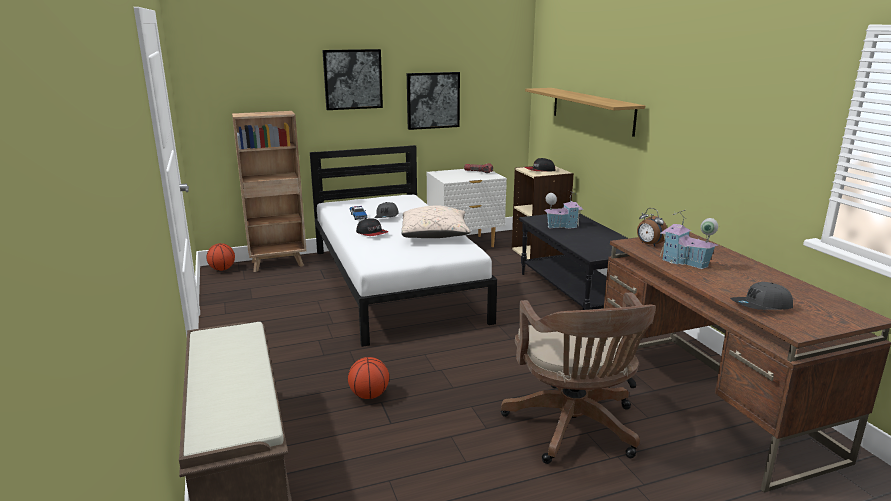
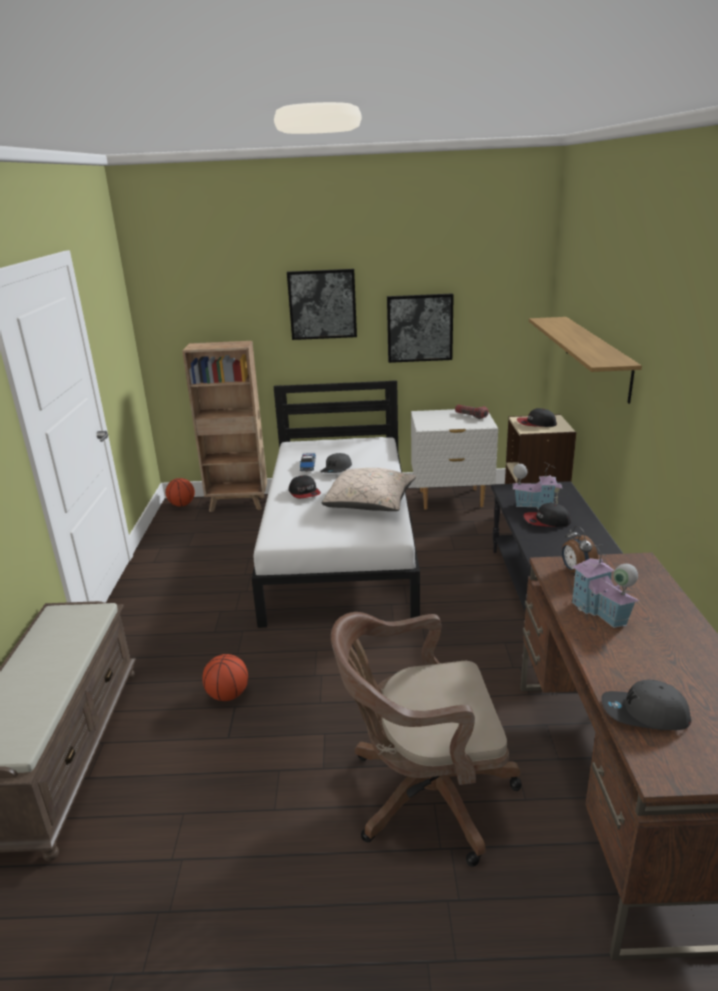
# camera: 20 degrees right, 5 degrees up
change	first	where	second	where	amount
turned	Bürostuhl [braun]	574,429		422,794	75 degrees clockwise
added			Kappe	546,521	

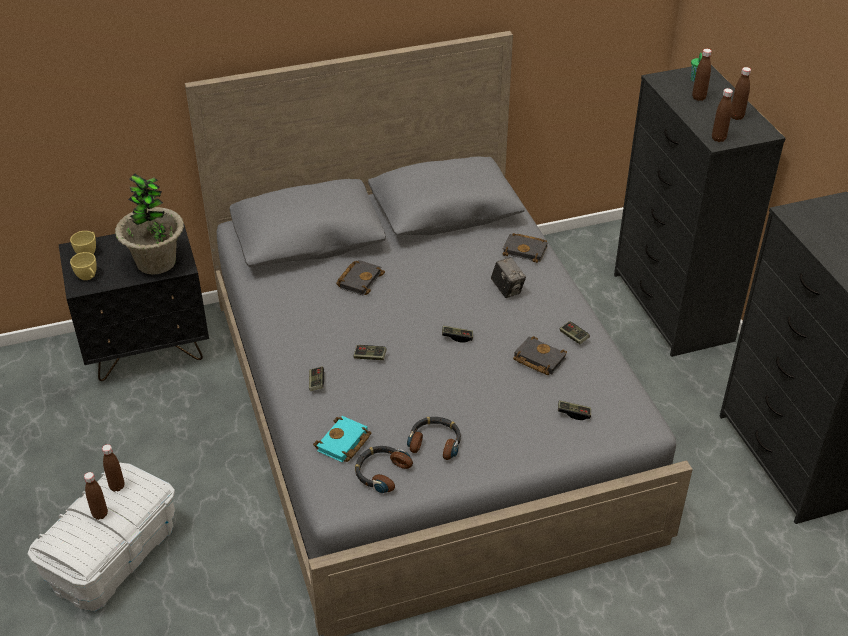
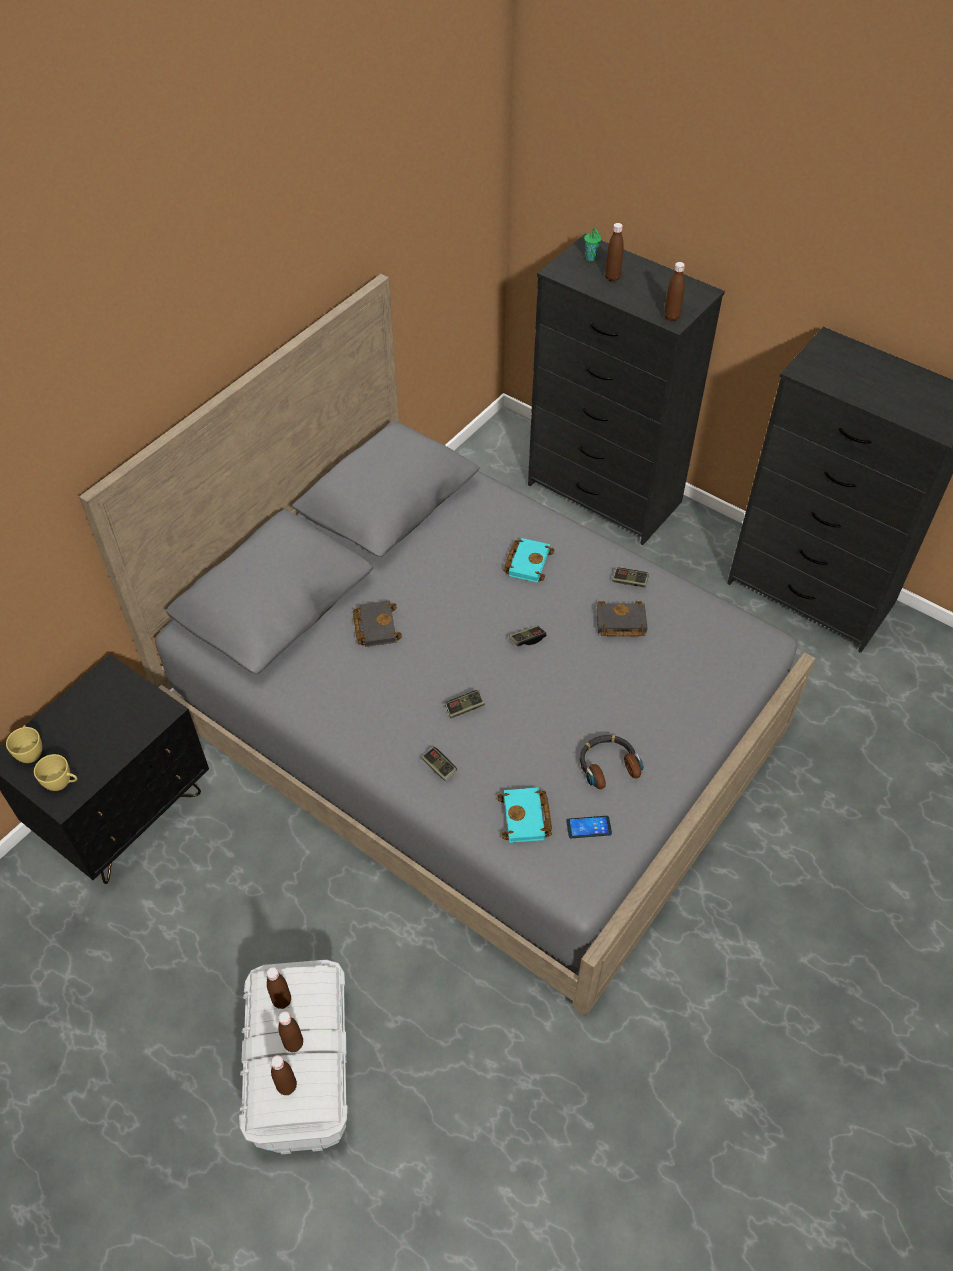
# camera: 35 degrees left, 10 degrees up
change	first	where	second	where	amount
removed	Topfpflanze	156,262			
replaced	Kopfhörer	381,472	Handy	588,827	
replaced	Kamera	507,289	Buch [türkis]	527,562	
removed	Buch [schwarz]	526,250			
removed	Gamepad	573,413			
moved	Flasche [braun]	736,117		287,1086	

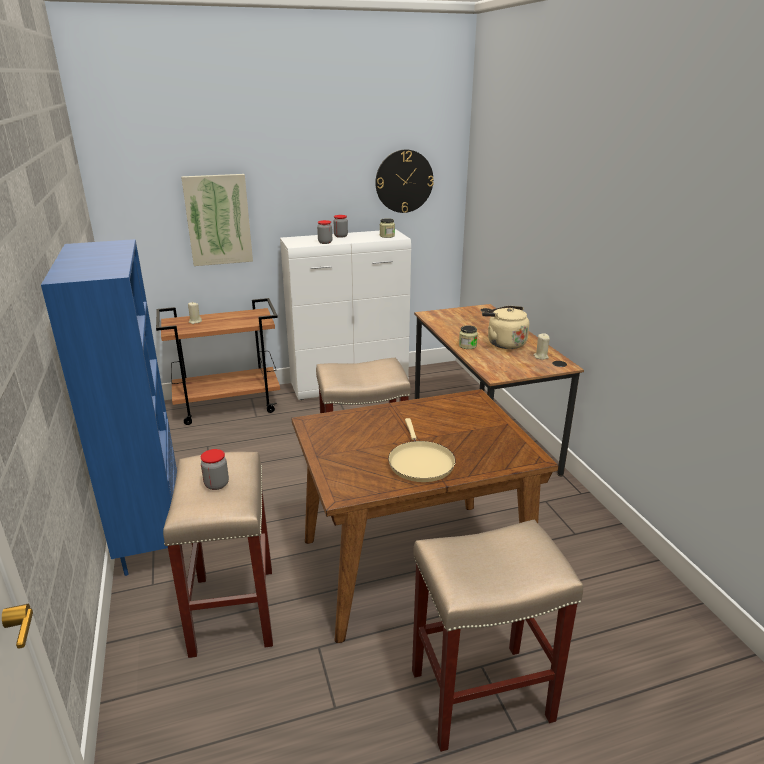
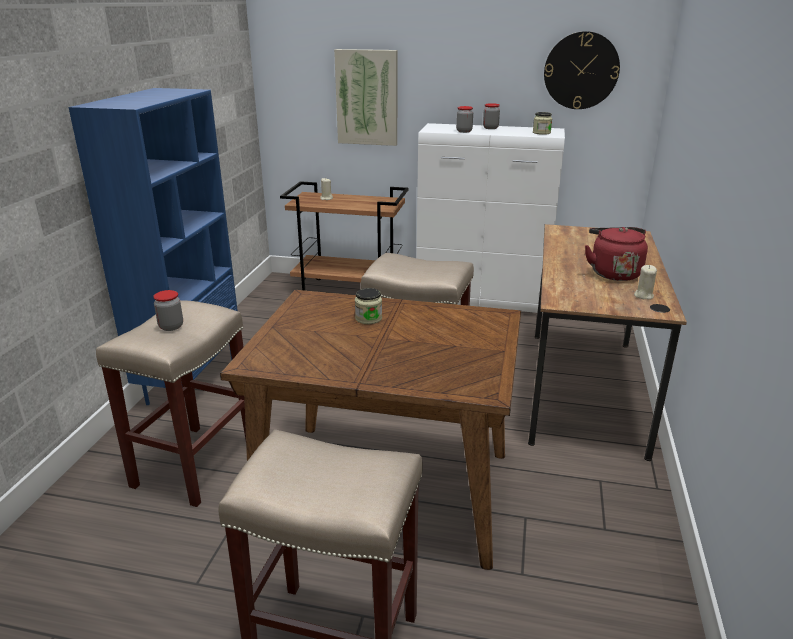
# camera: 30 degrees right, 0 degrees up
change	first	where	second	where	amount
removed	Pfanne [beige]	420,462			
moved	Vorratsglas	467,346		368,318	
recoloured	Wasserkessel [beige]	504,343	Wasserkessel [rot]	613,273	

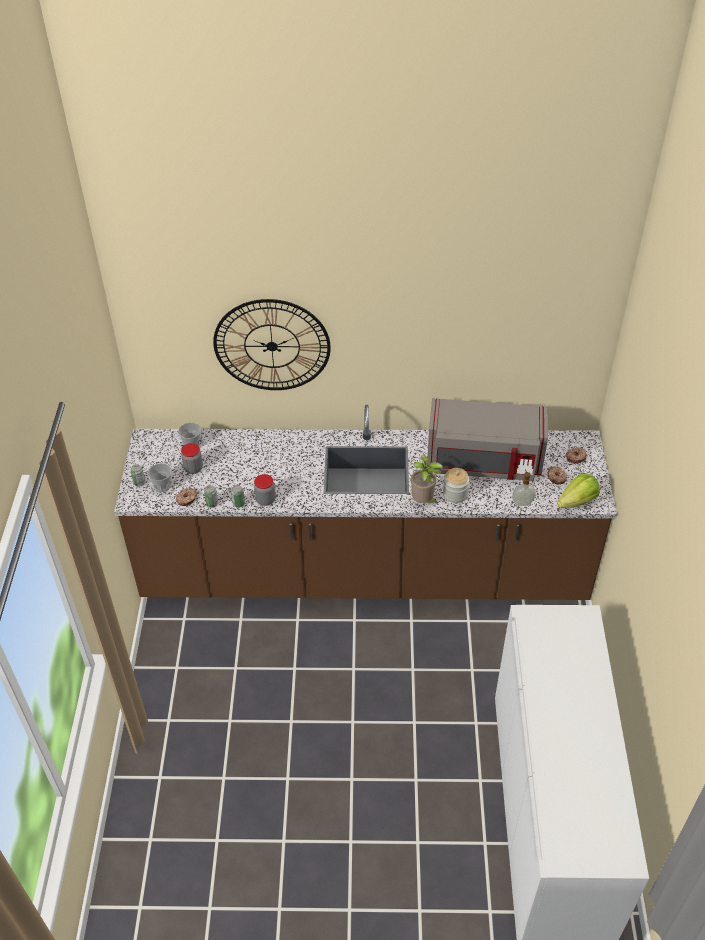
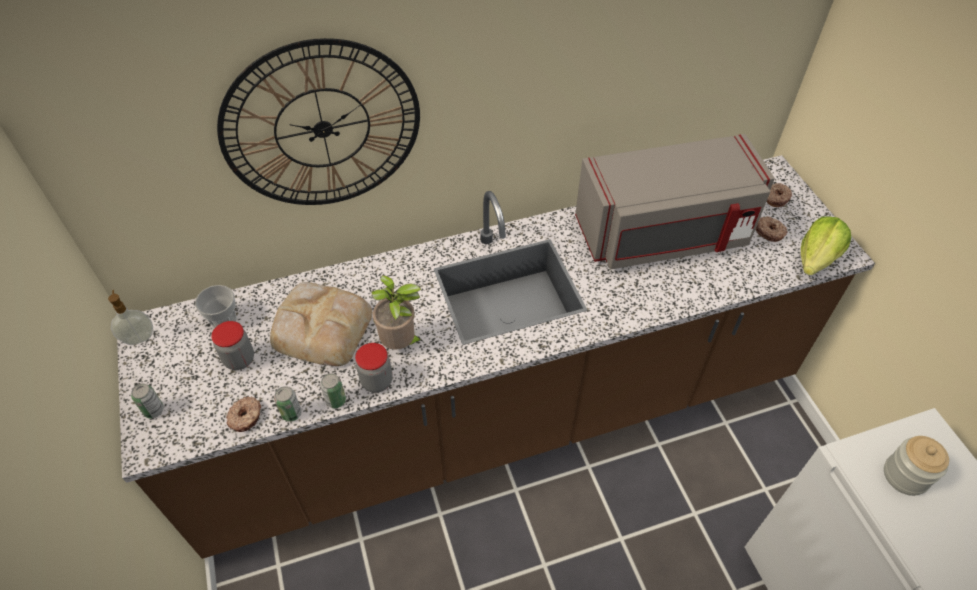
# camera: 20 degrees left, 5 degrees up
change	first	where	second	where	amount
removed	Tasse	162,486			
moved	Topfpflanze	423,501		401,344	
moved	Vorratsglas	455,494		905,475	
moved	Seifenspender	522,502		139,338	
added			Brot	321,327	

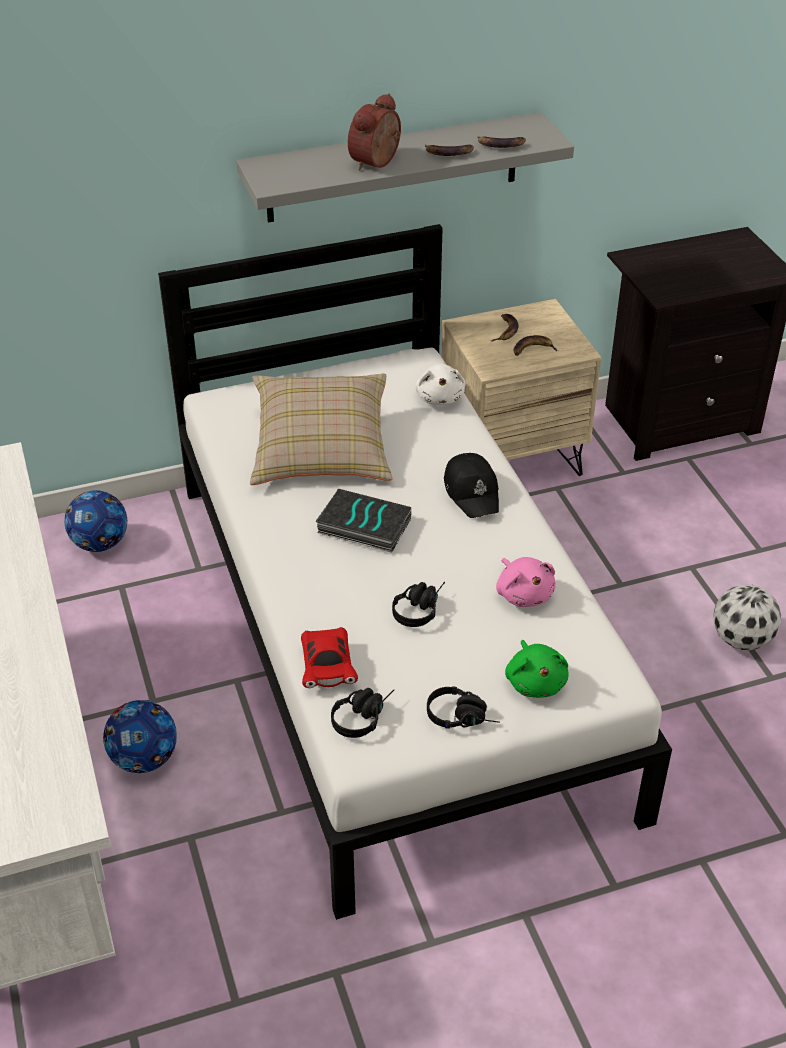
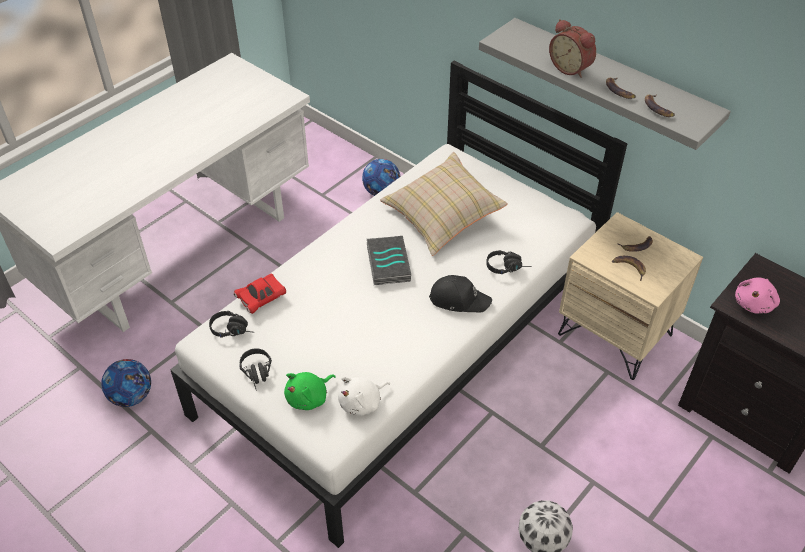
# camera: 60 degrees right, 5 degrees up
change	first	where	second	where	amount
moved	Fußball	144,759		131,396	
turned	Wecker	378,163		571,68	135 degrees counterclockwise
moved	Kopfhörer [schwarz]	419,608		508,267	
moved	Plüschtier [weiß]	440,397		362,403	
turned	Kappe [schwarz]	472,492		459,299	120 degrees counterclockwise
moved	Plüschtier [rosa]	523,593		754,303	

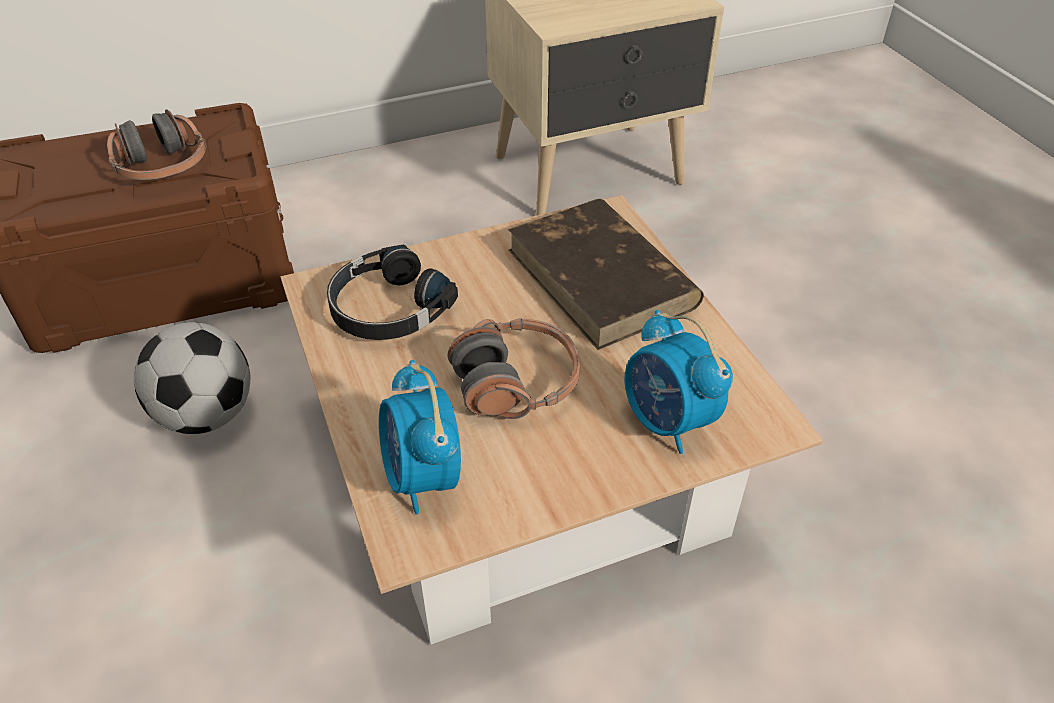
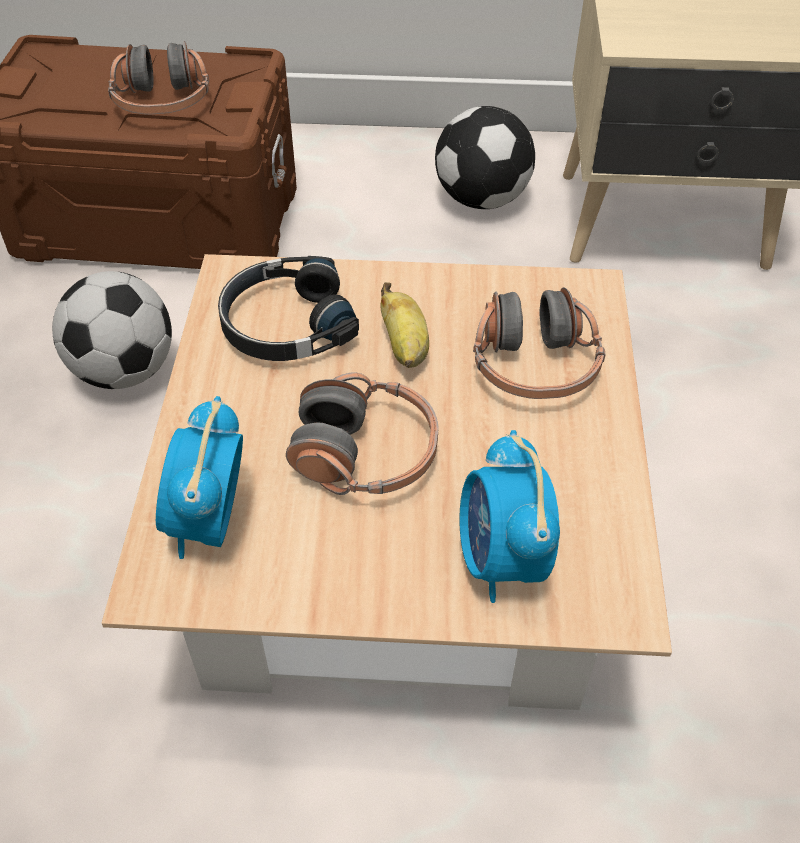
# camera: 25 degrees right, 5 degrees up
change	first	where	second	where	amount
replaced	Buch [braun]	602,279	Kopfhörer	534,365	
added			Banane	405,347	
added			Fußball	481,197	

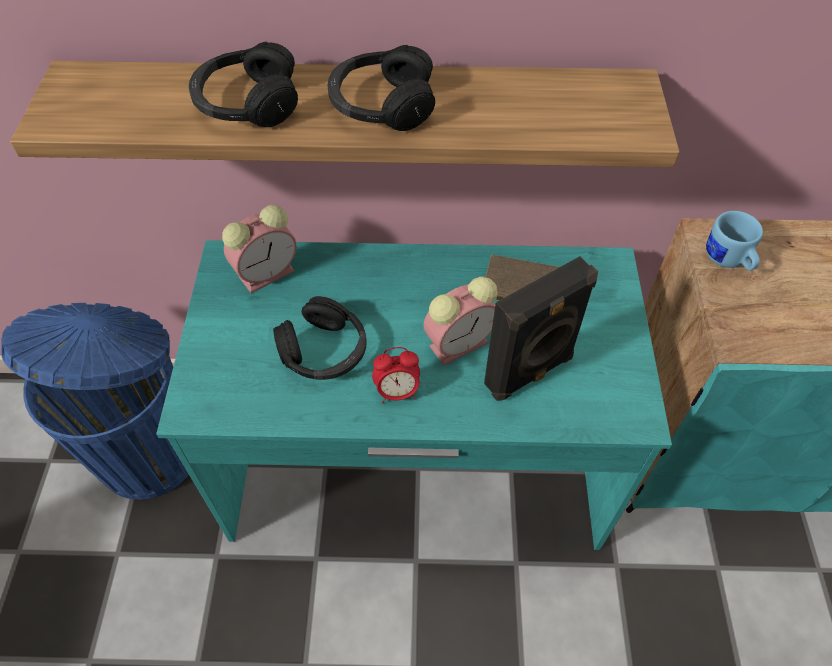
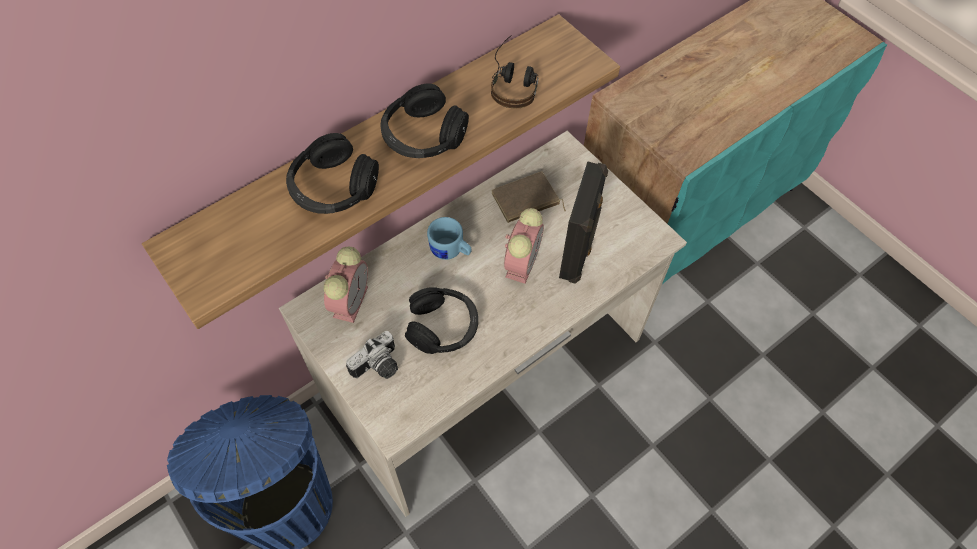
# camera: 40 degrees left, 5 degrees up
change	first	where	second	where	amount
recoloured	Schreibtisch [türkis]	416,466	Schreibtisch [beige]	486,371	
removed	Wecker	397,392			
moved	Henkelbecher [blau]	728,261		450,251	
added			Kamera	379,367	
added			Kopfhörer	514,82	

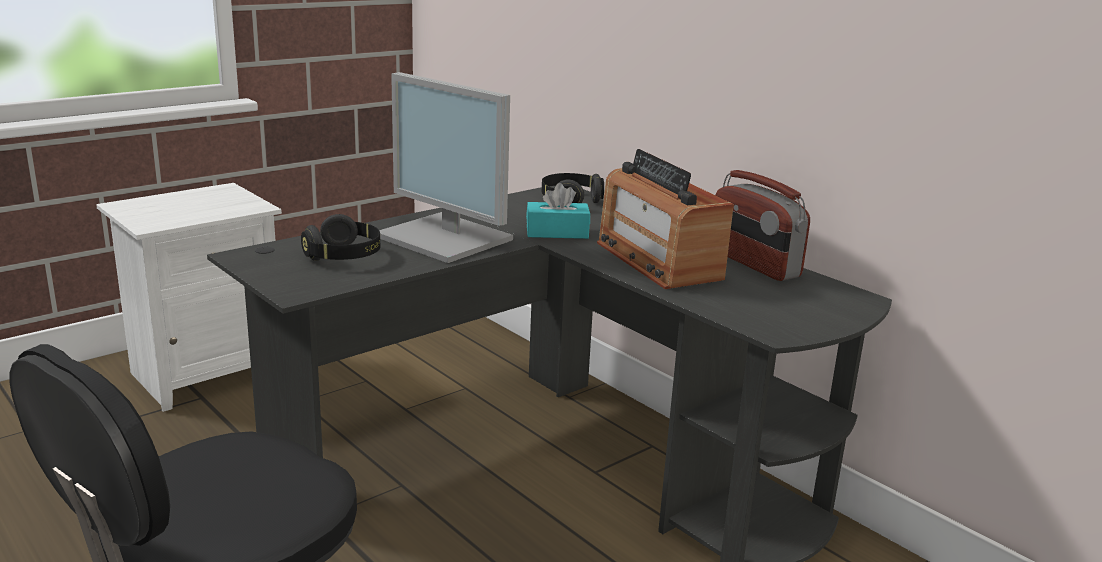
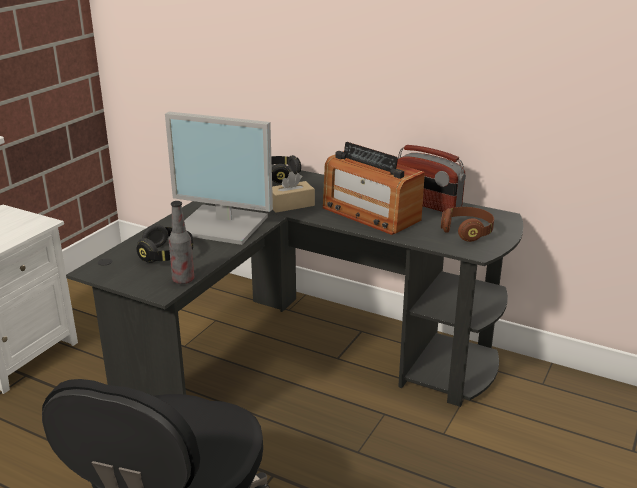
# camera: 20 degrees left, 5 degrees up
change	first	where	second	where	amount
recoloured	Taschentuchbox [türkis]	557,232	Taschentuchbox [beige]	291,205	
added			Flasche	183,280	
added			Kopfhörer [braun]	467,232	

